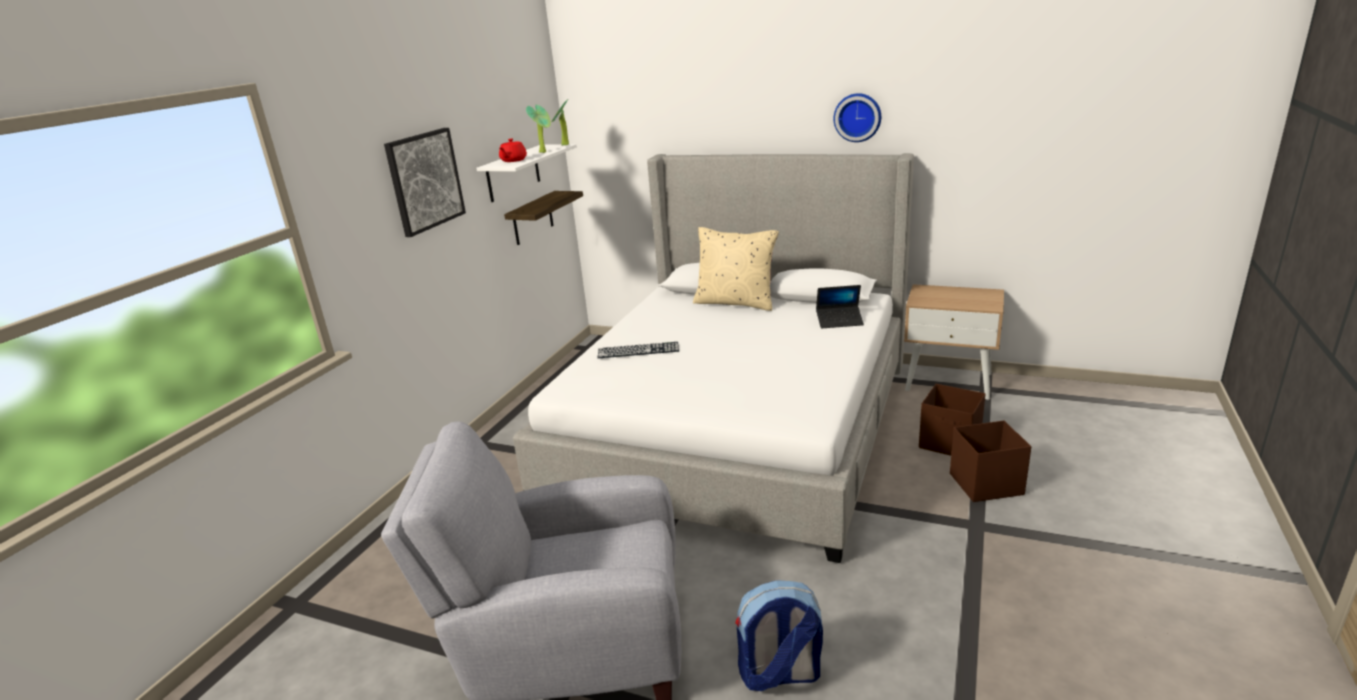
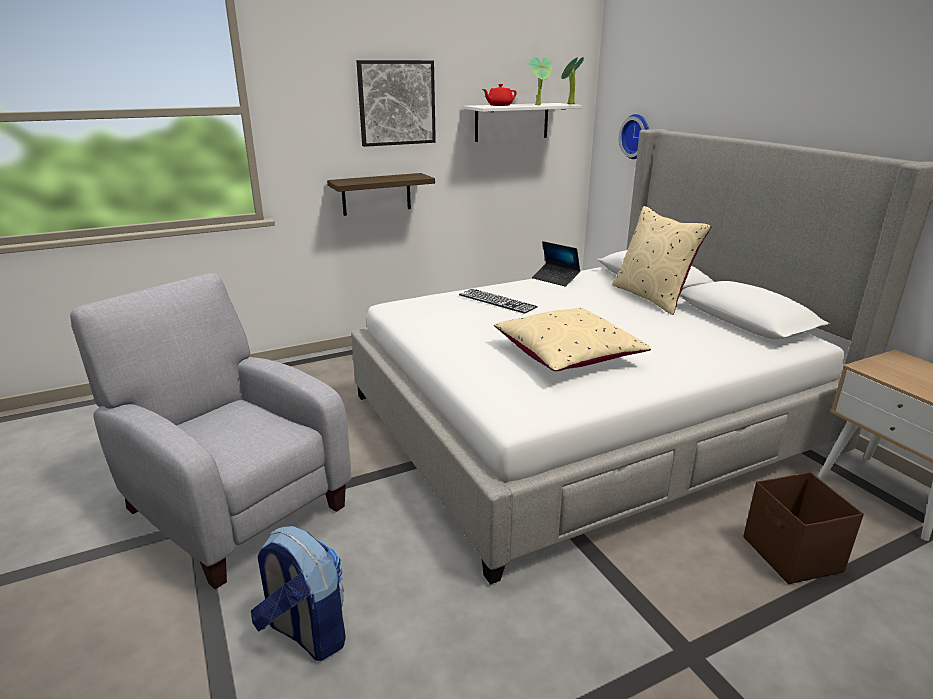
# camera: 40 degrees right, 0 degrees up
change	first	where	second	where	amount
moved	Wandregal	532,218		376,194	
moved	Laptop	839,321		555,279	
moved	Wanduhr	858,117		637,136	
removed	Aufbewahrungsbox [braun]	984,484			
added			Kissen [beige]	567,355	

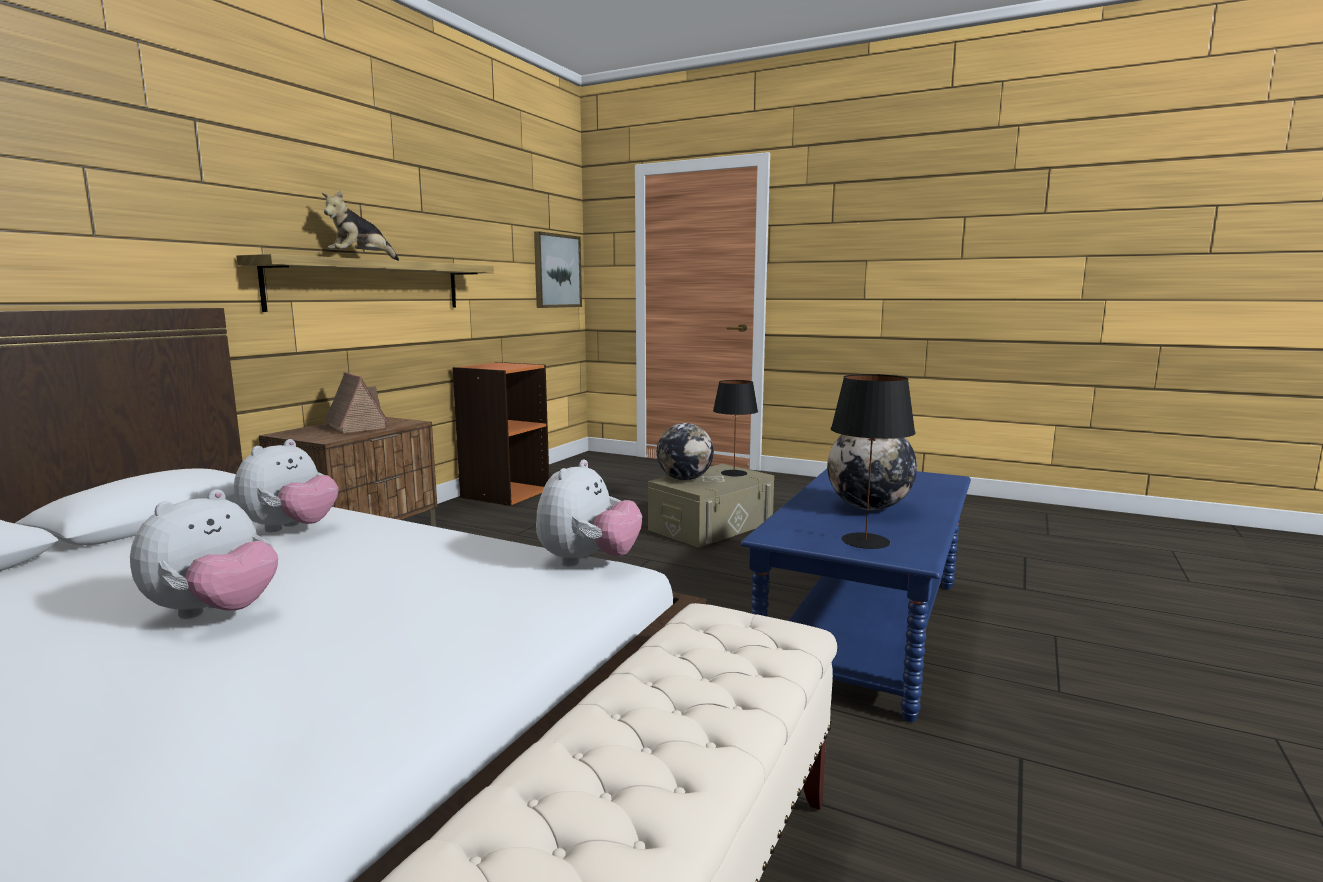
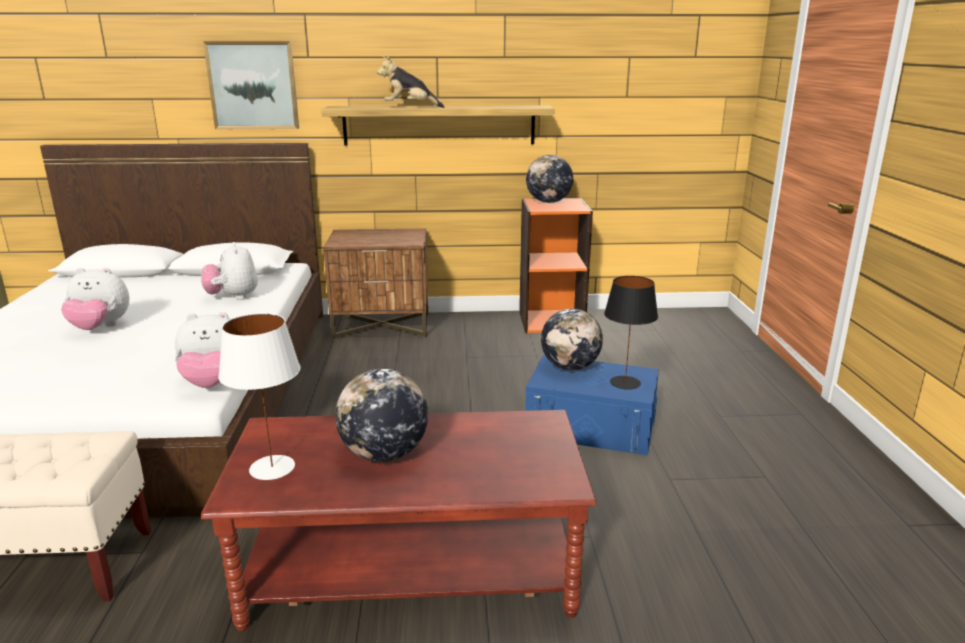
# camera: 60 degrees right, 10 degrees up
change	first	where	second	where	amount
turned	Plüschtier	291,529		233,297	75 degrees clockwise
removed	Spielzeughaus	355,427			
moved	Bild	556,271		253,85	
recoloured	Aufbewahrungsbox [beige]	711,526	Aufbewahrungsbox [blau]	591,426	
recoloured	Couchtisch [blau]	865,627	Couchtisch [braun]	412,571	
recoloured	Tischlampe [schwarz]	865,541	Tischlampe [weiß]	271,467	
added			Globus	548,202	

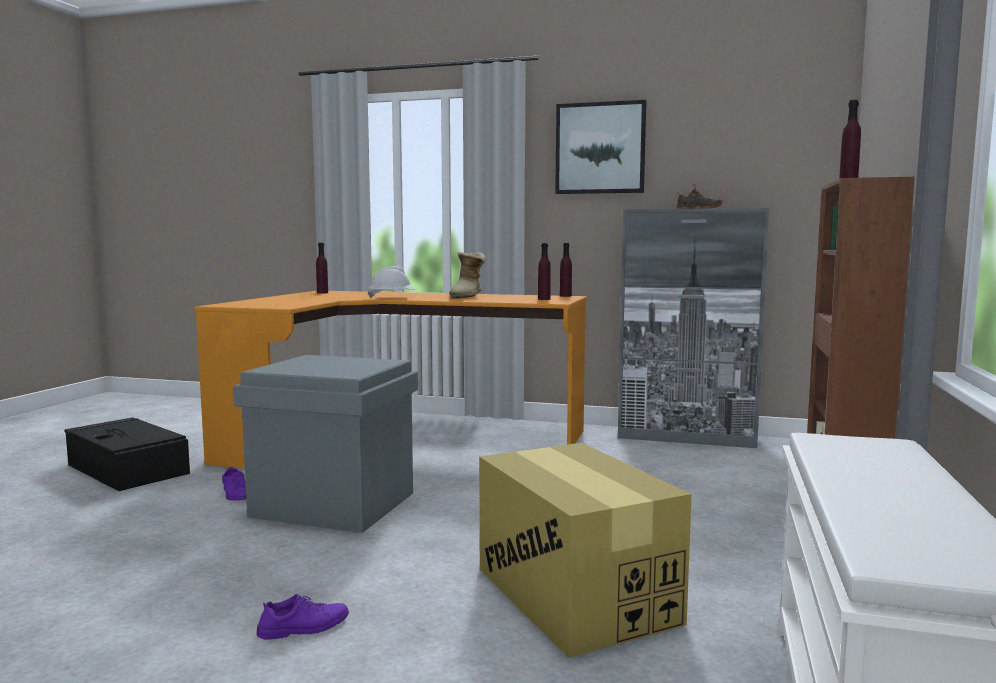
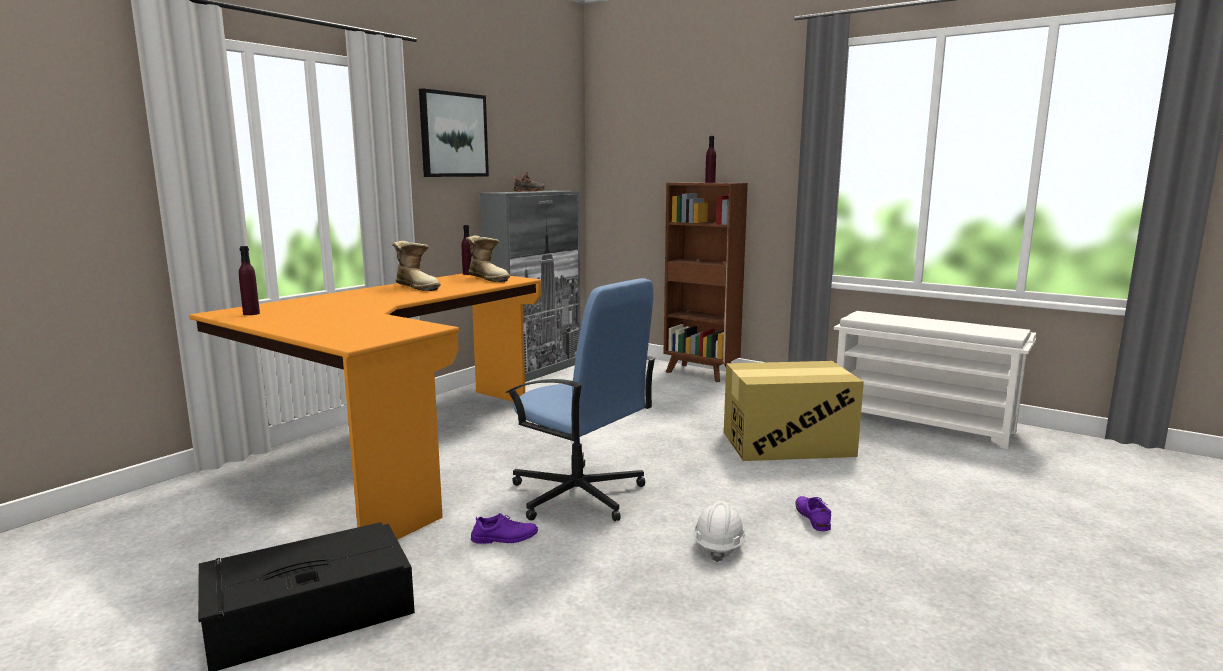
# camera: 70 degrees left, 5 degrees up
change	first	where	second	where	amount
replaced	Aufbewahrungsbox [grau]	332,504	Bürostuhl [blau]	579,495	
moved	Schutzhelm [weiß]	392,298		719,546	
replaced	Flasche [lila]	544,299	Stiefel	489,278	

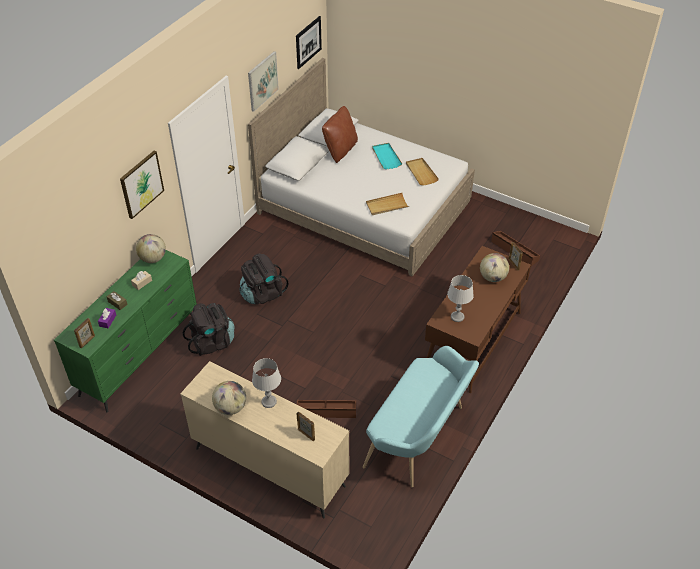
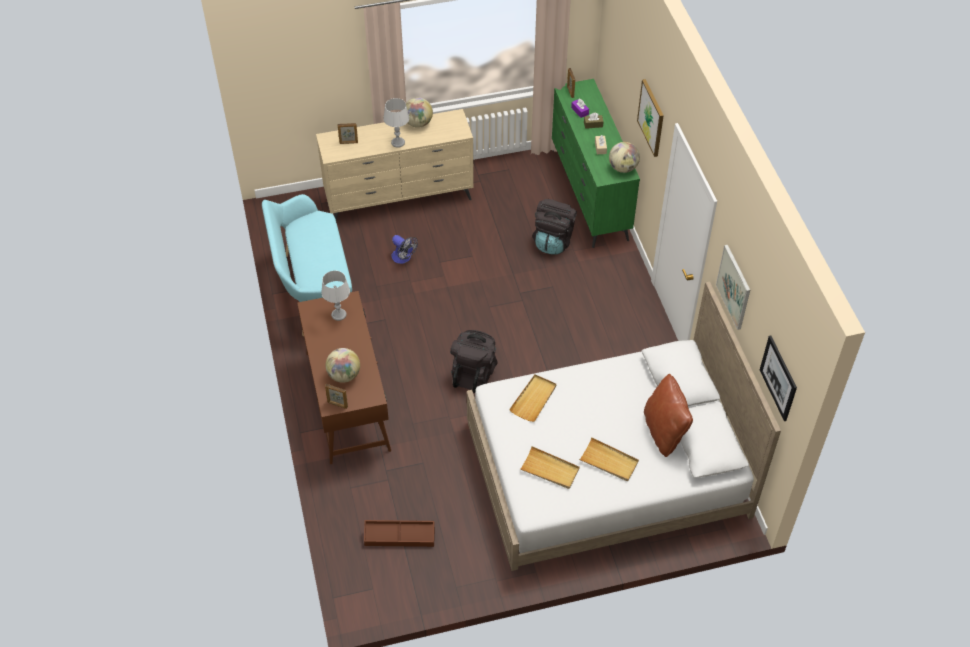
# camera: 135 degrees right, 5 degrees up
change	first	where	second	where	amount
moved	Rucksack [schwarz]	262,294		474,373	
replaced	Aufbewahrungsbox [braun]	326,411	Ventilator	403,258	
recoloured	Tablett [türkis]	386,157	Tablett [beige]	609,461	

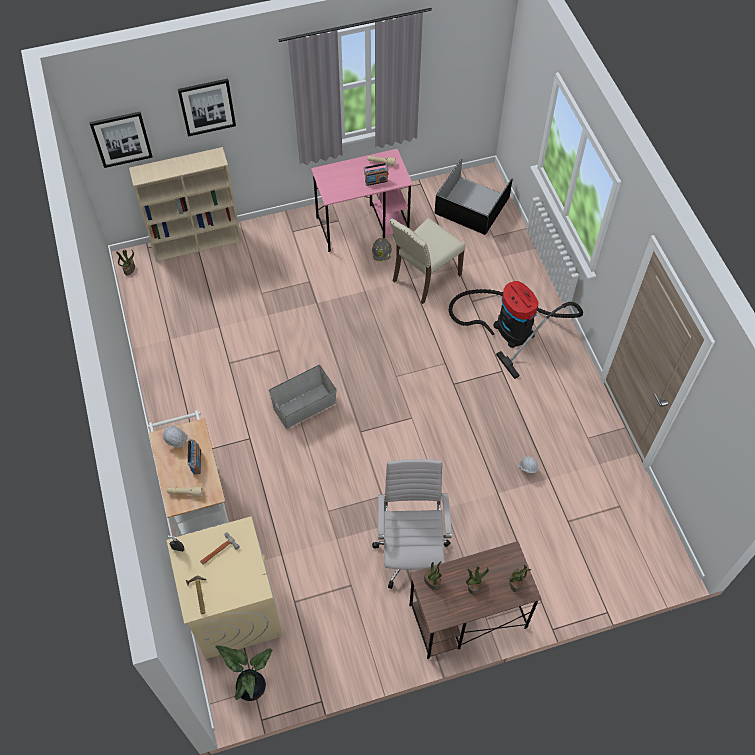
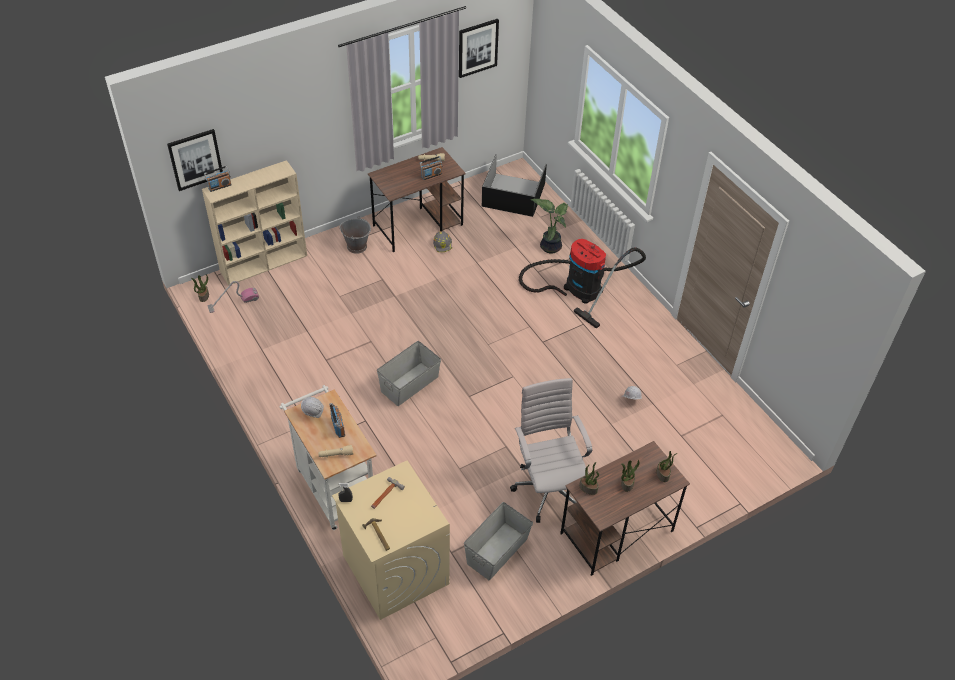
# camera: 15 degrees left, 10 degrees down
change	first	where	second	where	amount
moved	Bild	207,107		477,48	
moved	Topfpflanze	251,684		550,246	
recoloured	Schreibtisch [rosa]	363,224	Schreibtisch [braun]	418,225	
removed	Stuhl [beige]	424,277			
added			Radio	219,186	
added			Staubsauger	233,302	
added			Eimer [grau]	357,246	
added			Aufbewahrungsbox [grau]	496,551	

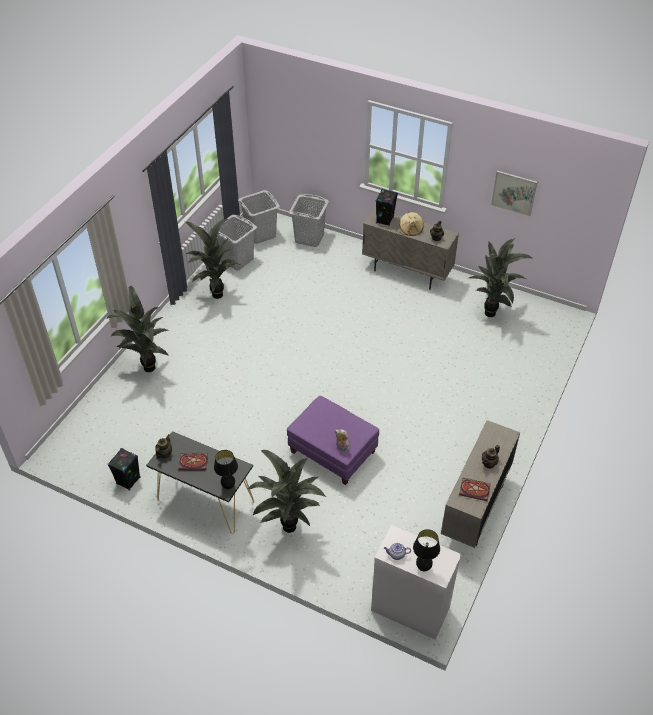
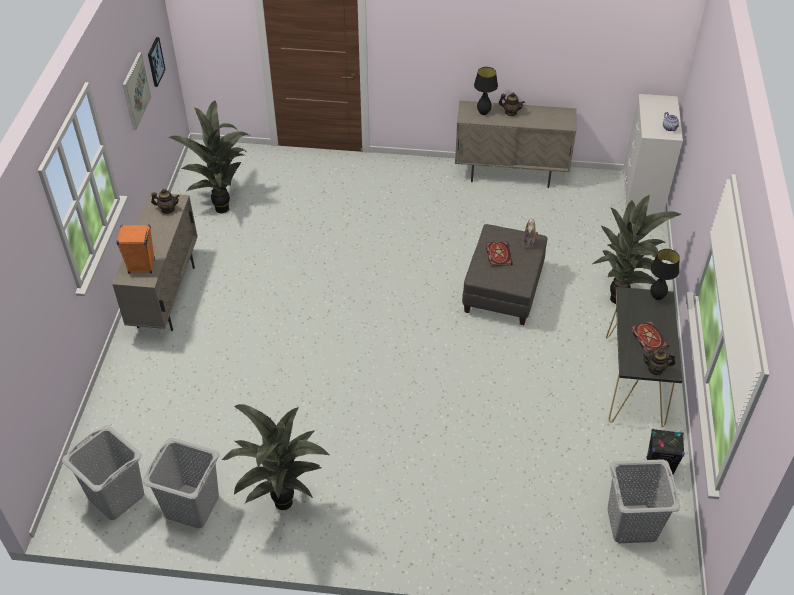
# camera: 110 degrees left, 0 degrees up
change	first	where	second	where	amount
removed	Topfpflanze	147,369			
recoloured	Polsterhocker [lila]	332,452	Polsterhocker [grau]	502,291	
moved	Wäschekorb [grau]	309,238		631,523	
recoloured	Lautsprecher [schwarz]	385,220	Lautsprecher [orange]	141,266	
removed	Hut [beige]	411,230			
moved	Tischlampe [schwarz]	423,567		483,113	
moved	Buch	475,490		498,254	
added			Bild	155,62	

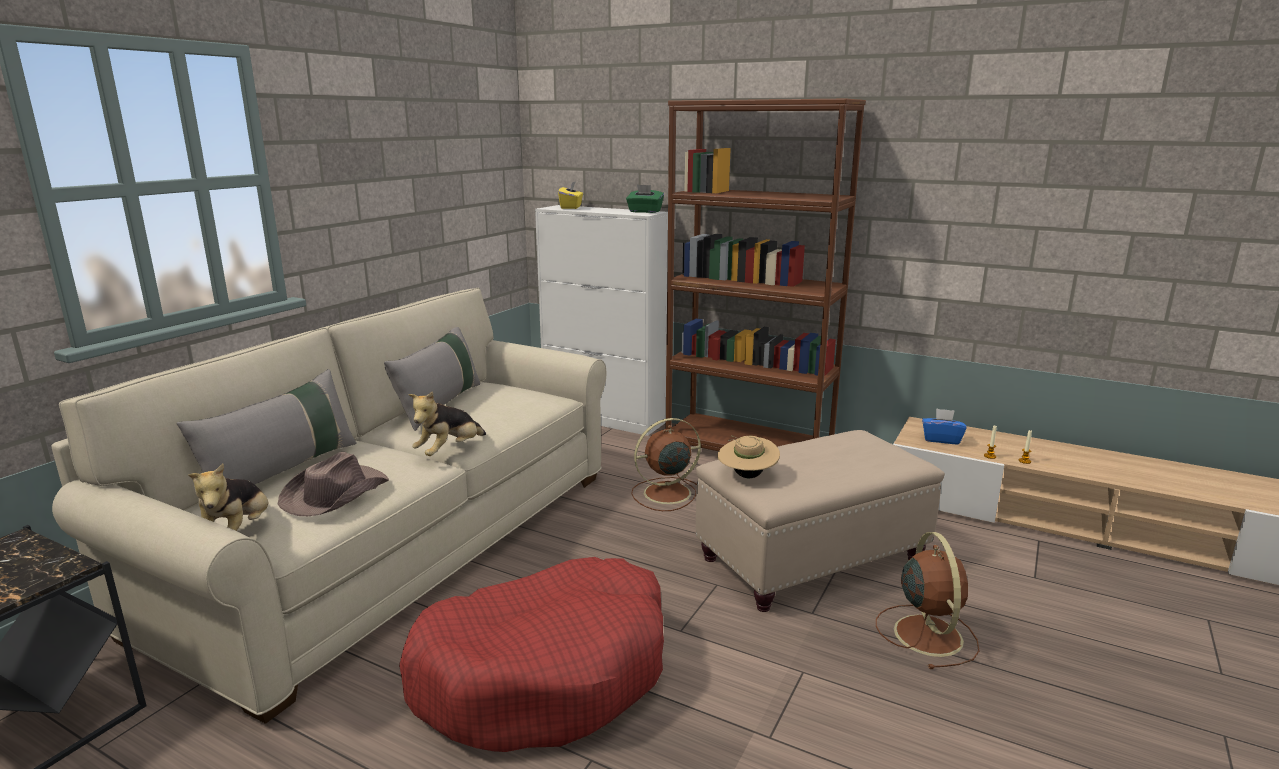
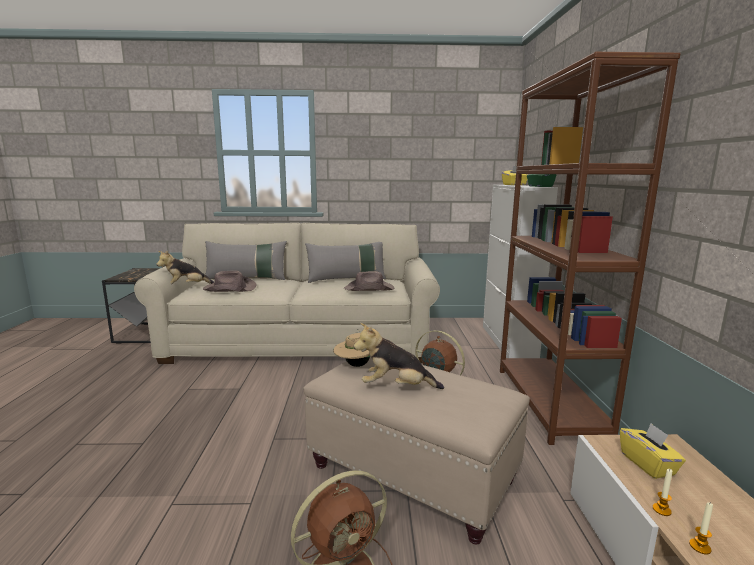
# camera: 60 degrees right, 5 degrees down
change	first	where	second	where	amount
removed	Hundebett [rot]	545,673			
moved	Plüschtier	449,451		396,387	
recoloured	Taschentuchbox [blau]	941,439	Taschentuchbox [gelb]	648,464	
added			Hut [braun]	369,289	

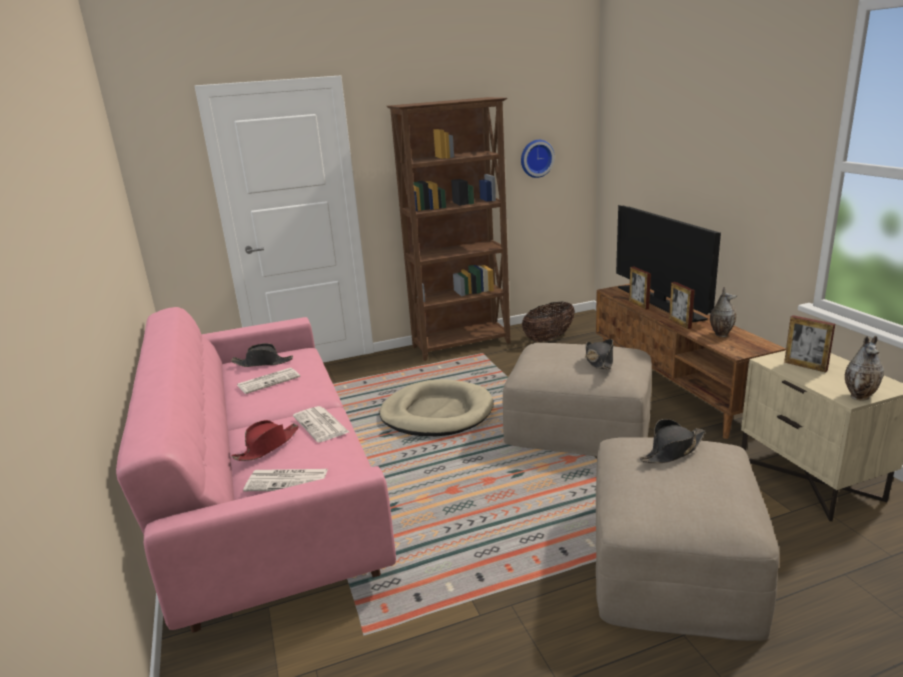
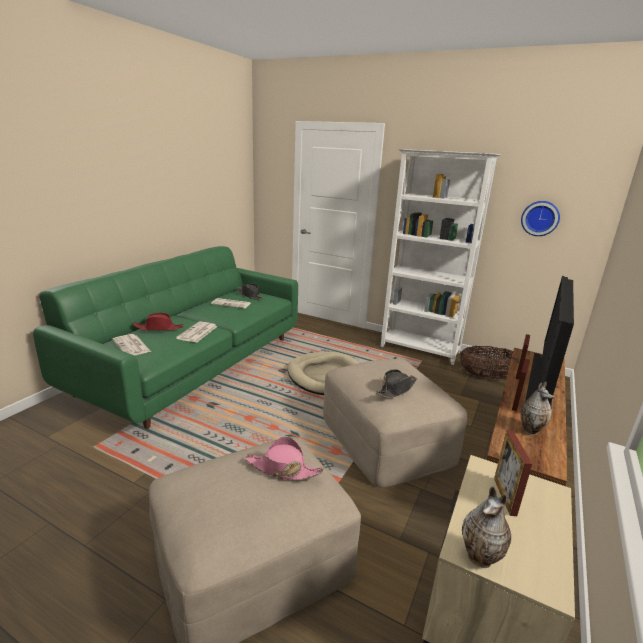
# camera: 45 degrees right, 0 degrees up
change	first	where	second	where	amount
recoloured	Sofa [rosa]	267,492	Sofa [grün]	193,363	
recoloured	Bücherregal [braun]	462,345	Bücherregal [weiß]	420,350	
recoloured	Hut [schwarz]	672,451	Hut [rosa]	283,469	

